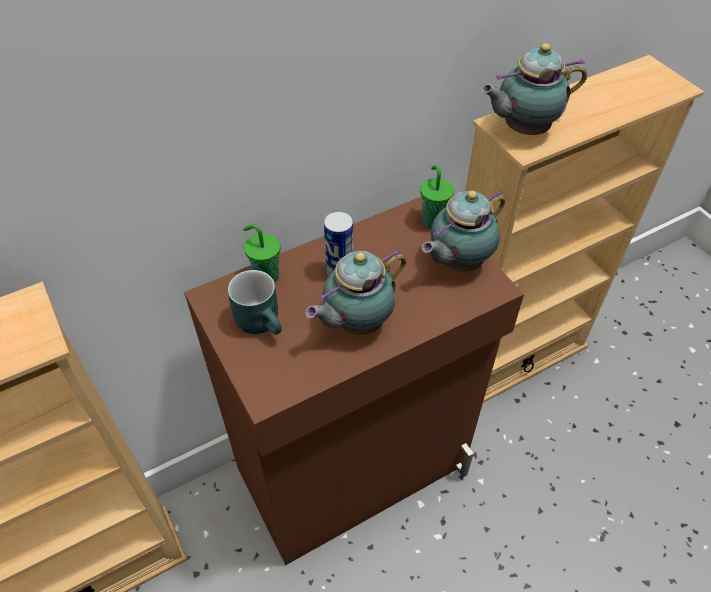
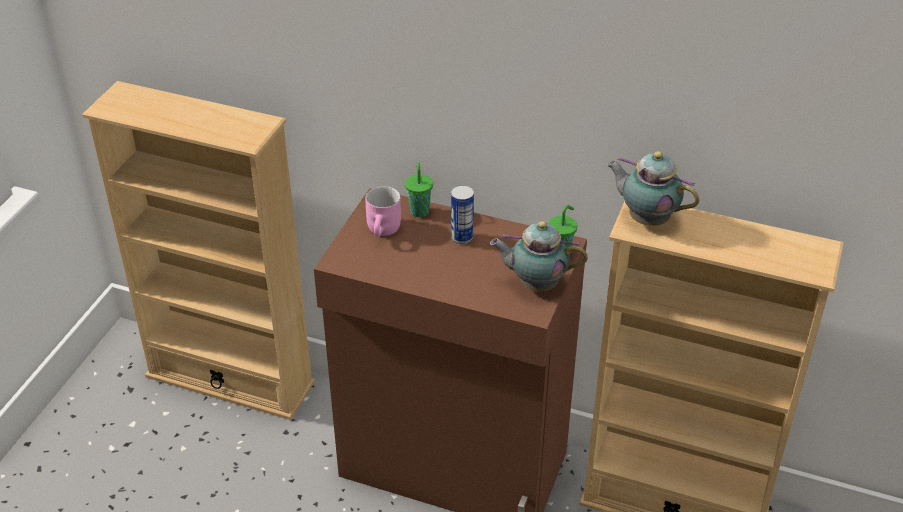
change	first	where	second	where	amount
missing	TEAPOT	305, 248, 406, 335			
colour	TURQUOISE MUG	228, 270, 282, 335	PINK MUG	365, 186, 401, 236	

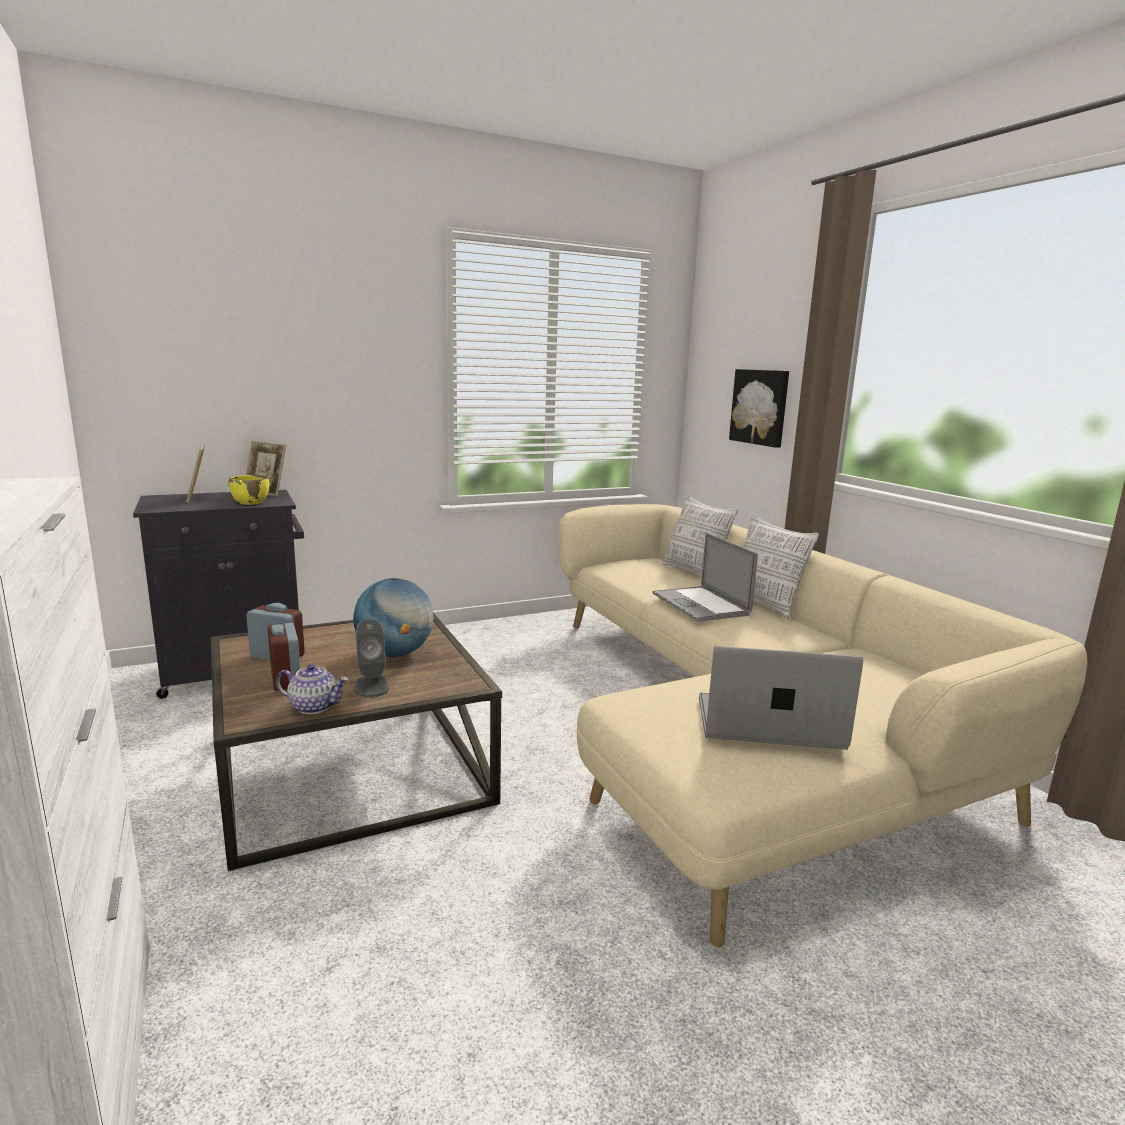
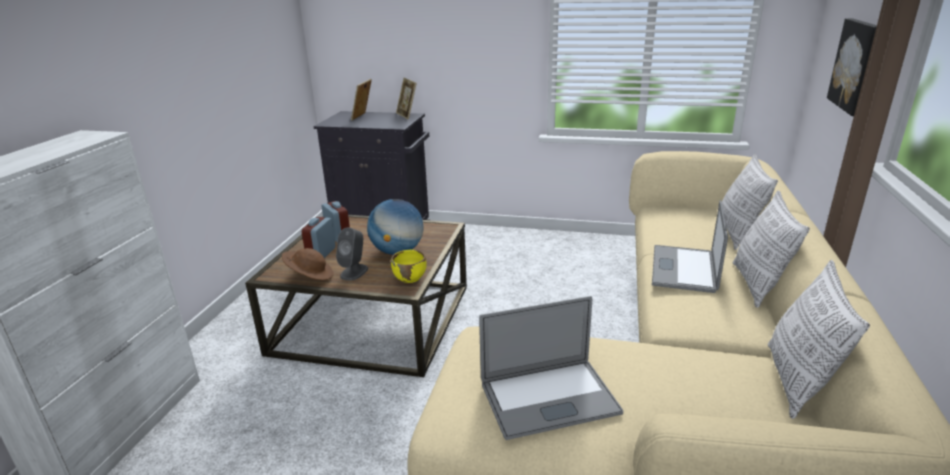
change	first	where	second	where	amount
relocated	YELLOW BOWL	229, 475, 269, 505		391, 250, 427, 283	
spun	LAPTOP	699, 646, 863, 750		479, 296, 623, 440	120 degrees clockwise
exchanged	TEAPOT	276, 664, 349, 714	BROWN HAT	282, 248, 334, 280	
appeared			PILLOW	768, 260, 870, 419	

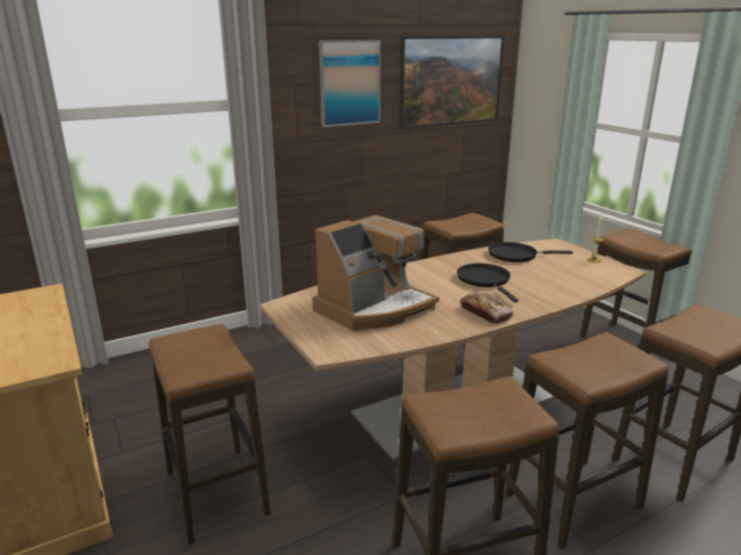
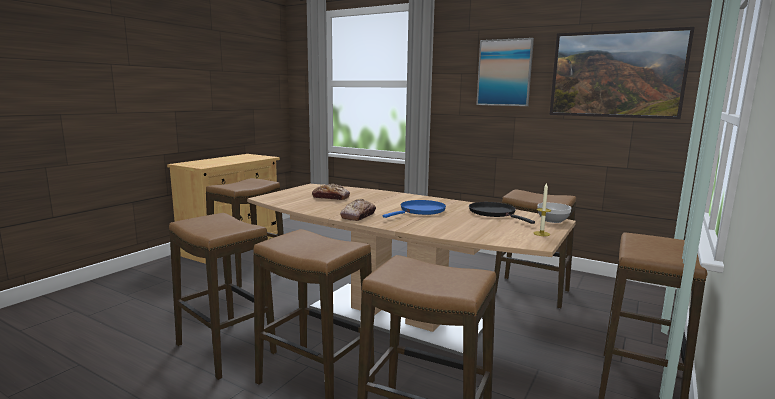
change	first	where	second	where	amount
exchanged	COFFEE MACHINE	312, 215, 439, 330	BREAD	312, 184, 350, 200	
colour	BLACK FRYING PAN	457, 263, 518, 302	BLUE FRYING PAN	383, 200, 446, 218	
appeared			BOWL	538, 203, 571, 223	

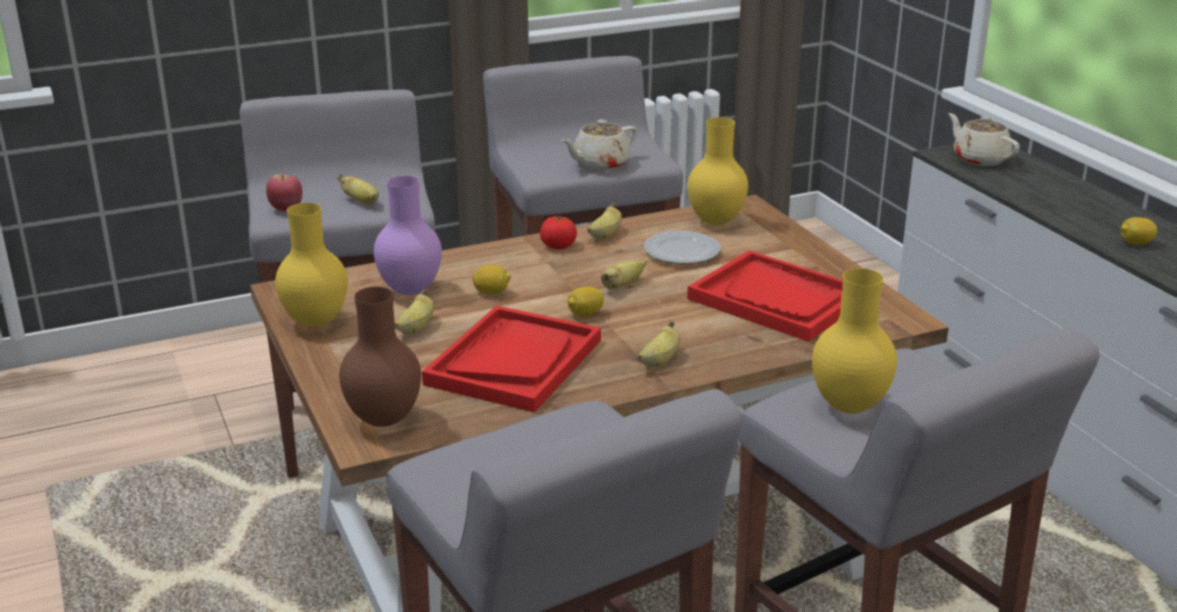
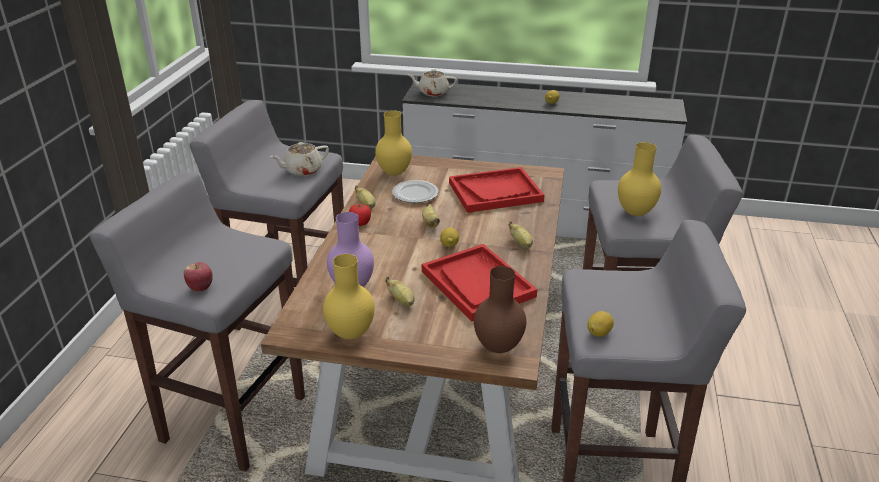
change	first	where	second	where	amount
spun	BEIGE TEAPOT	561, 120, 637, 171		270, 142, 329, 176	60 degrees clockwise
missing	BANANA	338, 174, 379, 205			
relocated	LEMON	472, 265, 511, 295		587, 311, 614, 337	

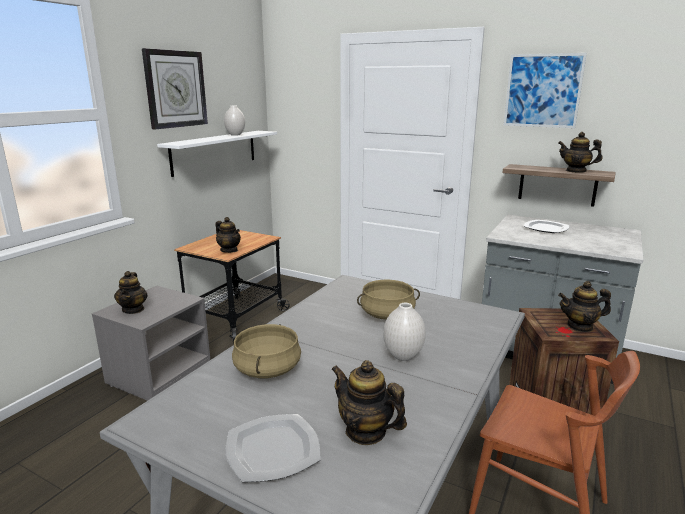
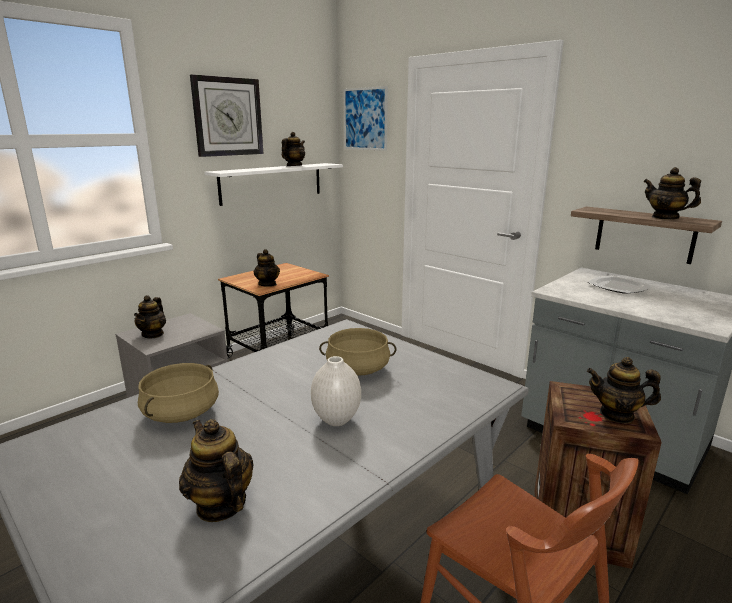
change	first	where	second	where	amount
relocated	PICTURE	504, 53, 587, 128		344, 86, 388, 151	
exchanged	WHITE VASE	224, 106, 245, 136	TEAPOT	282, 132, 305, 166	
missing	PLATE	226, 414, 320, 482			

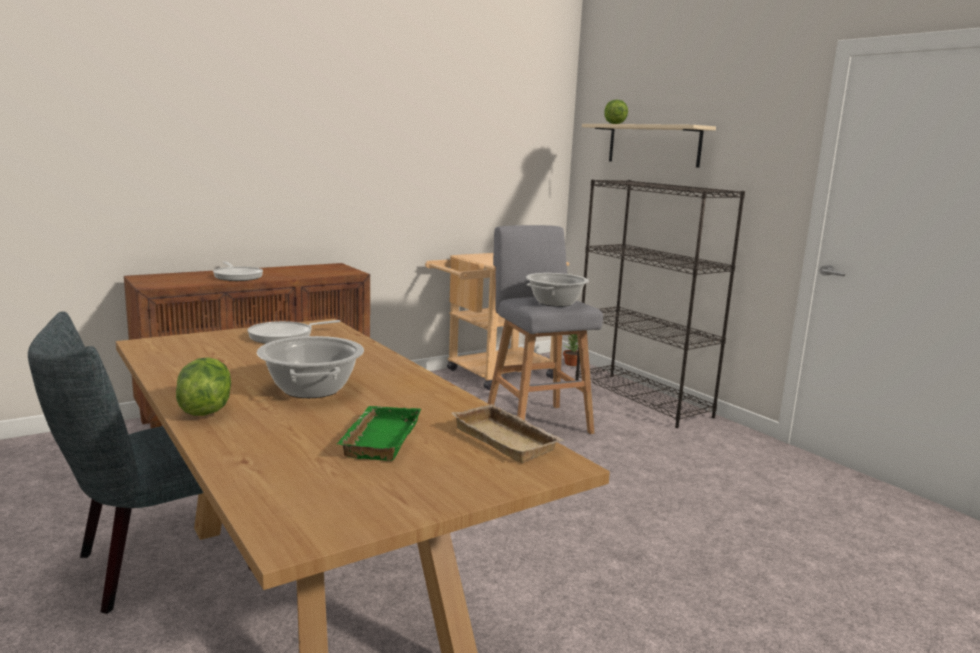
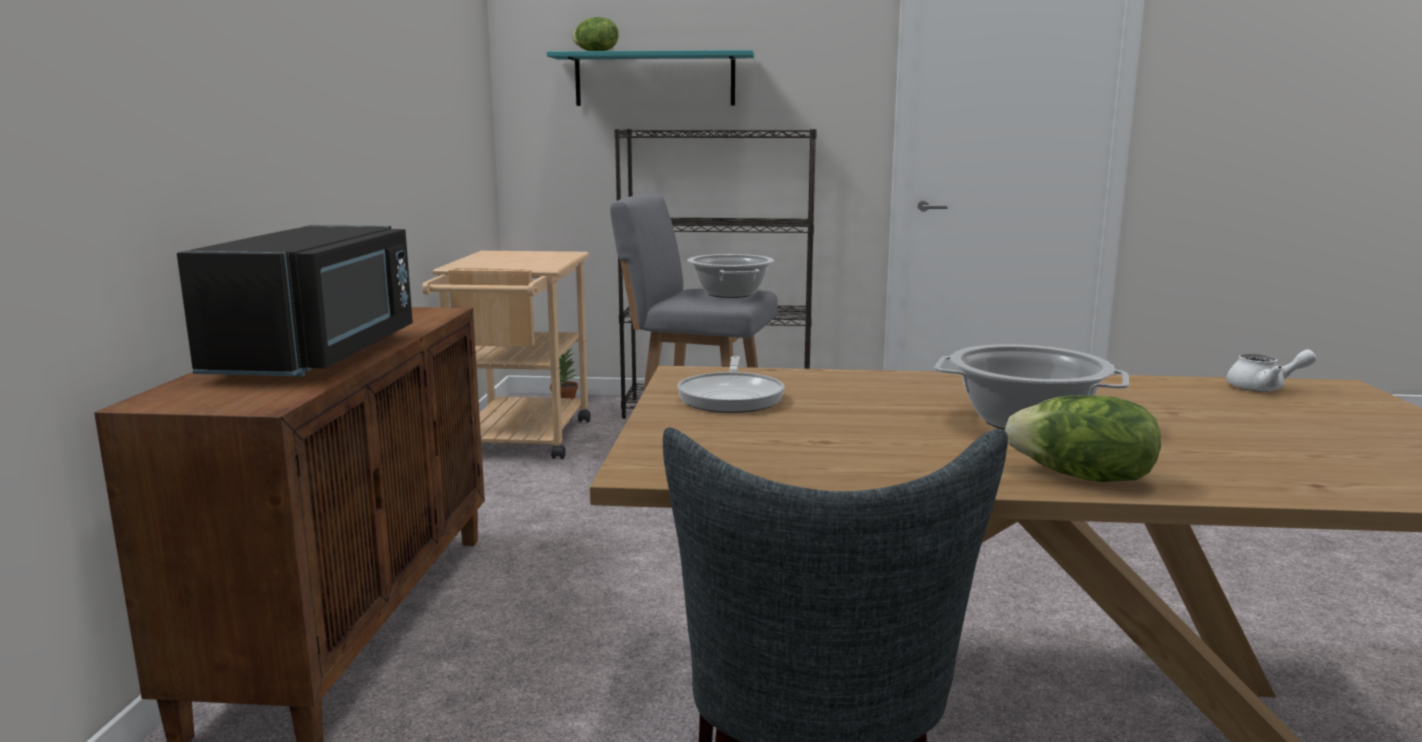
change	first	where	second	where	amount
colour	BEIGE SHELF	582, 124, 716, 168	TURQUOISE SHELF	547, 50, 754, 106	
exchanged	FRYING PAN	213, 261, 263, 281	BLACK MICROWAVE	177, 225, 413, 377	
exchanged	BEIGE TRAY	451, 404, 564, 463	WHITE TEAPOT	1226, 350, 1317, 392	
missing	GREEN TRAY	337, 406, 421, 461			

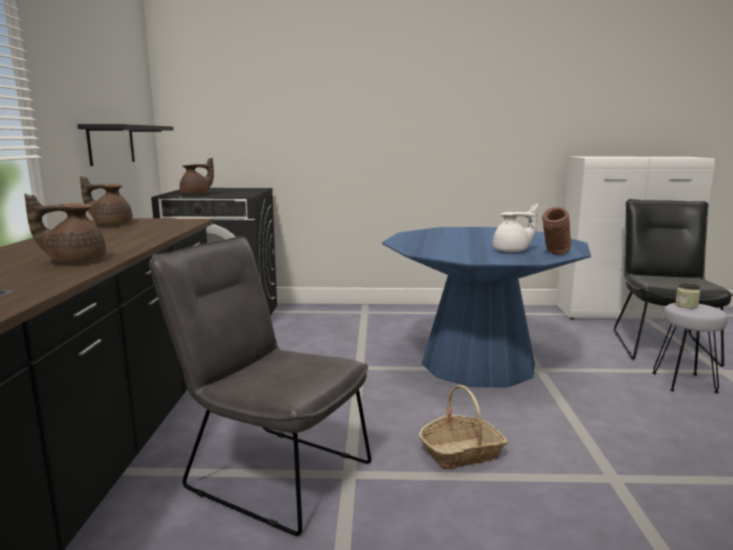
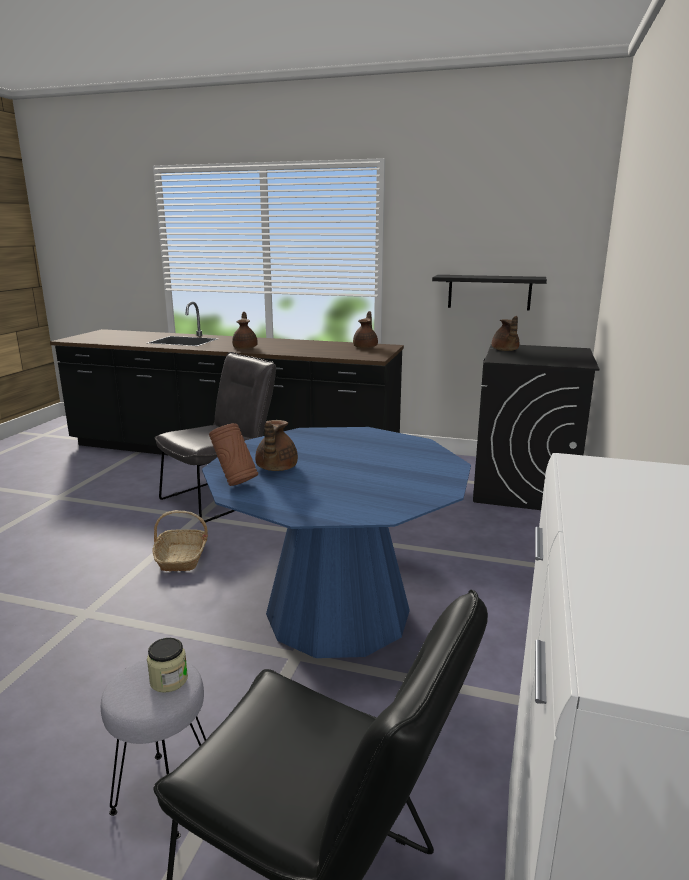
change	first	where	second	where	amount
colour	WHITE TEAPOT	493, 204, 538, 252	BROWN TEAPOT	255, 420, 298, 471	

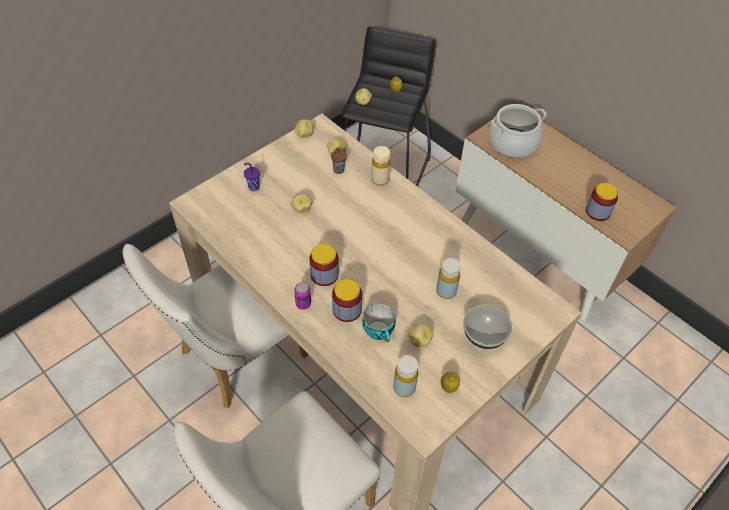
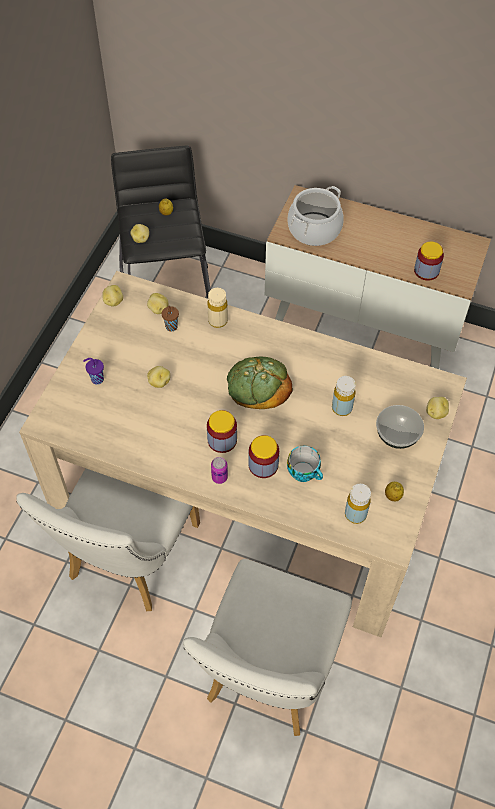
change	first	where	second	where	amount
relocated	POTATO	409, 324, 434, 347		426, 397, 449, 419	
appeared			BREAD	227, 356, 293, 409	

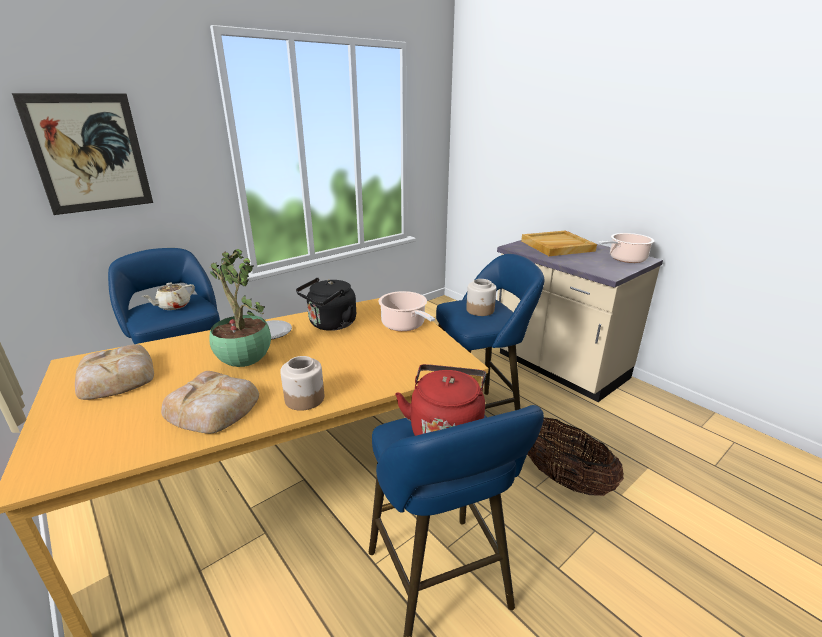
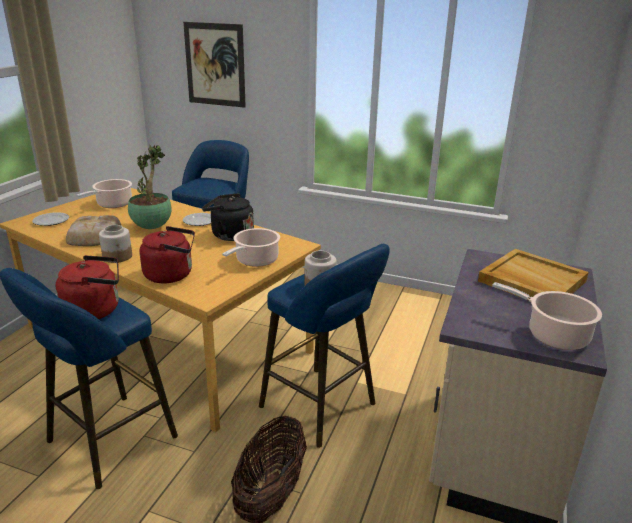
change	first	where	second	where	amount
missing	BEIGE TEAPOT	142, 283, 195, 310			
exchanged	BREAD	75, 344, 154, 400	COOKING POT	77, 179, 132, 208	
appeared			PLATE	32, 212, 69, 226	
appeared			RED KETTLE	139, 226, 195, 283	

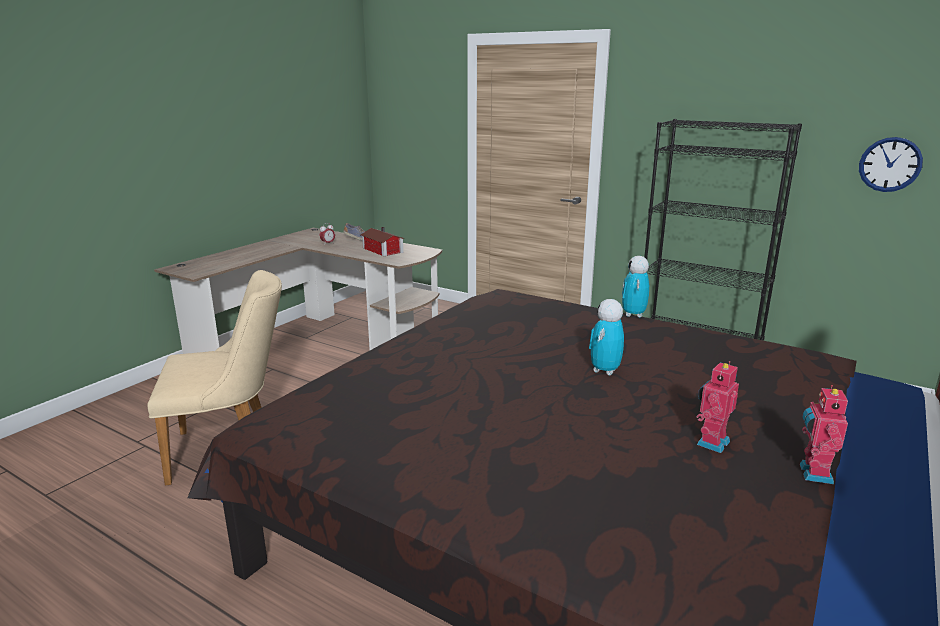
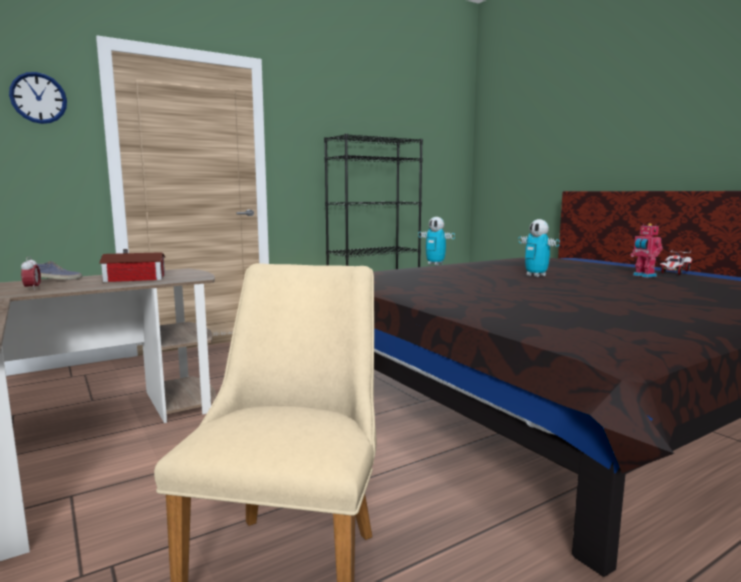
change	first	where	second	where	amount
relocated	WALL CLOCK	859, 137, 923, 192		9, 72, 67, 124	
exchanged	TOY ROBOT	800, 385, 848, 484	TOY CAR	660, 249, 692, 275	

